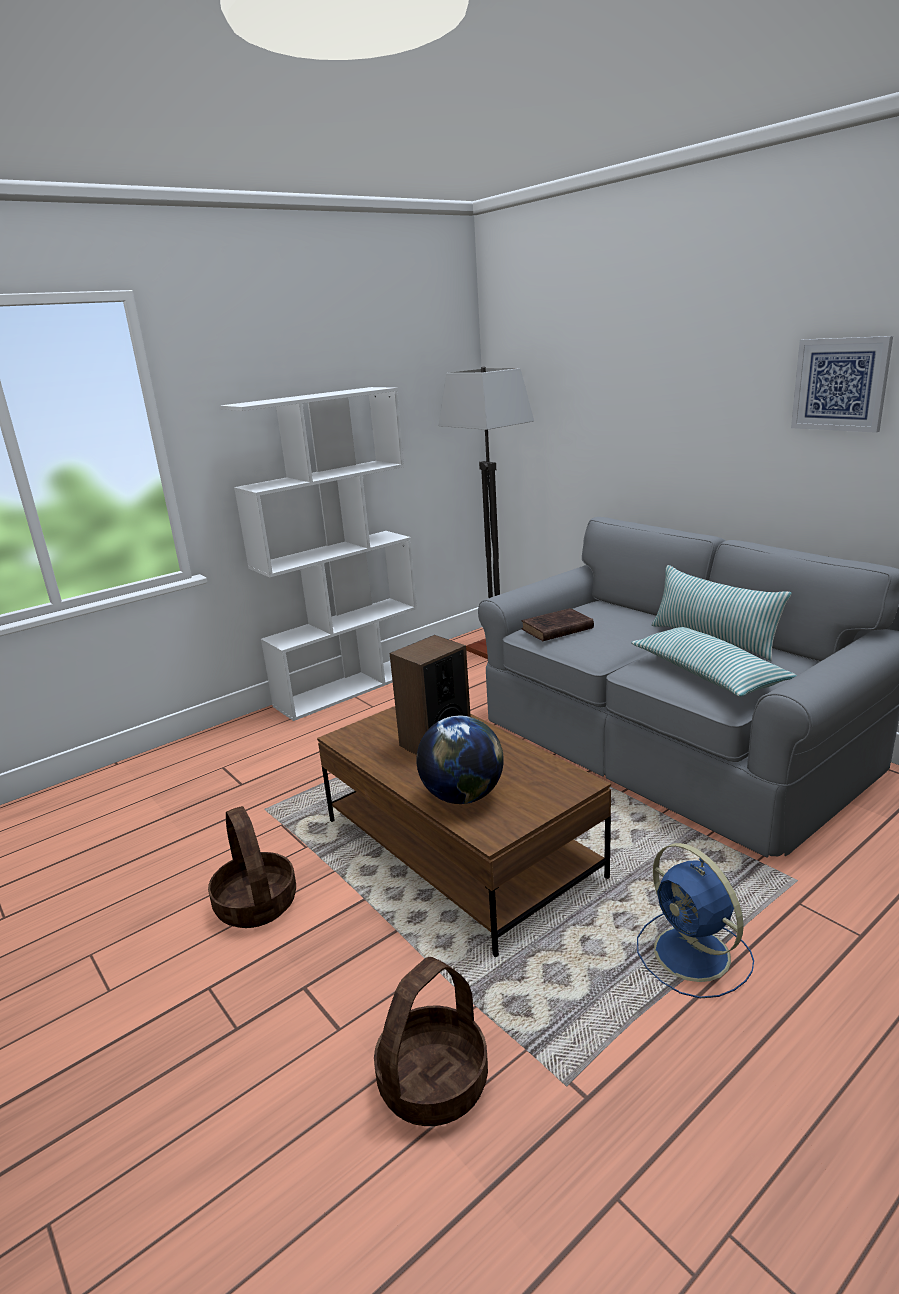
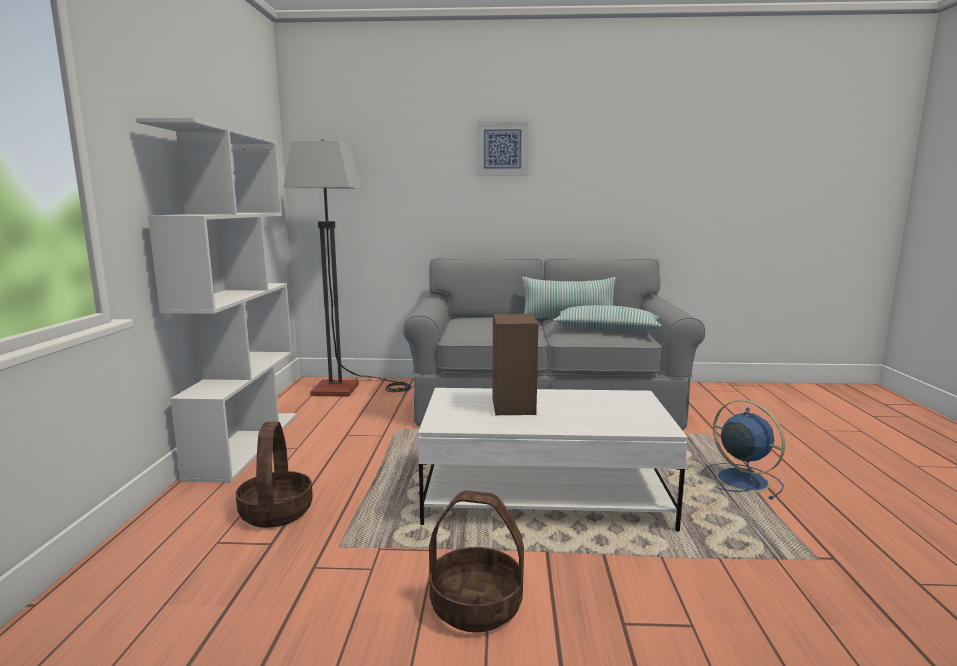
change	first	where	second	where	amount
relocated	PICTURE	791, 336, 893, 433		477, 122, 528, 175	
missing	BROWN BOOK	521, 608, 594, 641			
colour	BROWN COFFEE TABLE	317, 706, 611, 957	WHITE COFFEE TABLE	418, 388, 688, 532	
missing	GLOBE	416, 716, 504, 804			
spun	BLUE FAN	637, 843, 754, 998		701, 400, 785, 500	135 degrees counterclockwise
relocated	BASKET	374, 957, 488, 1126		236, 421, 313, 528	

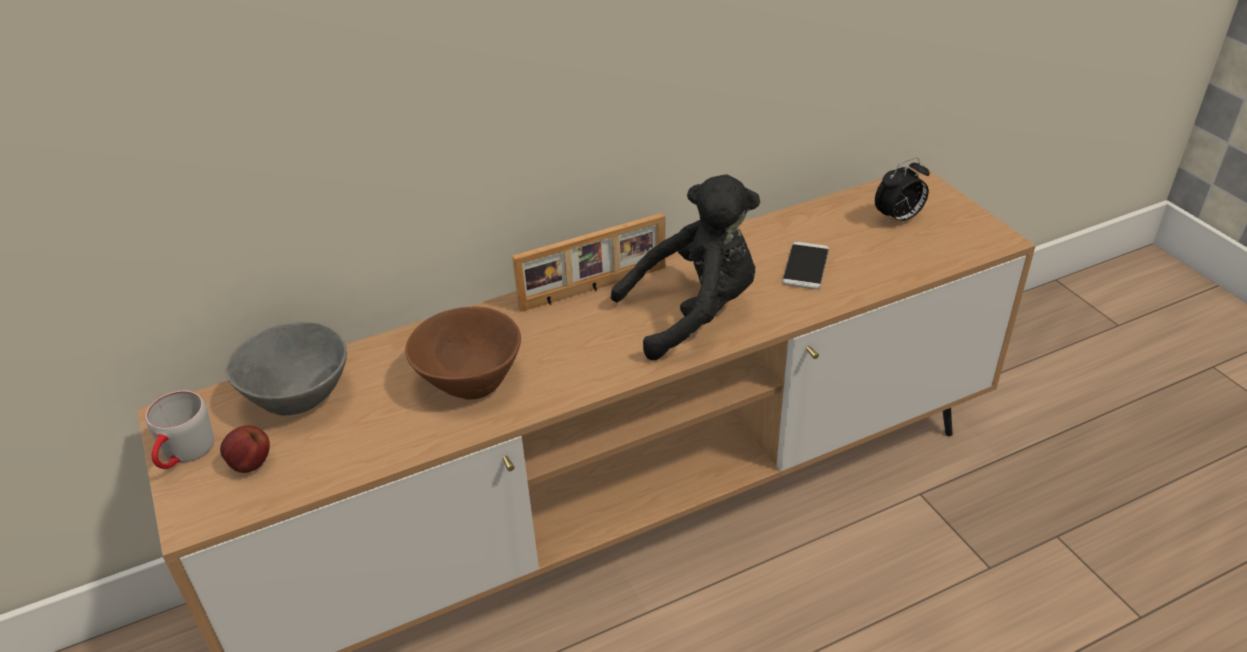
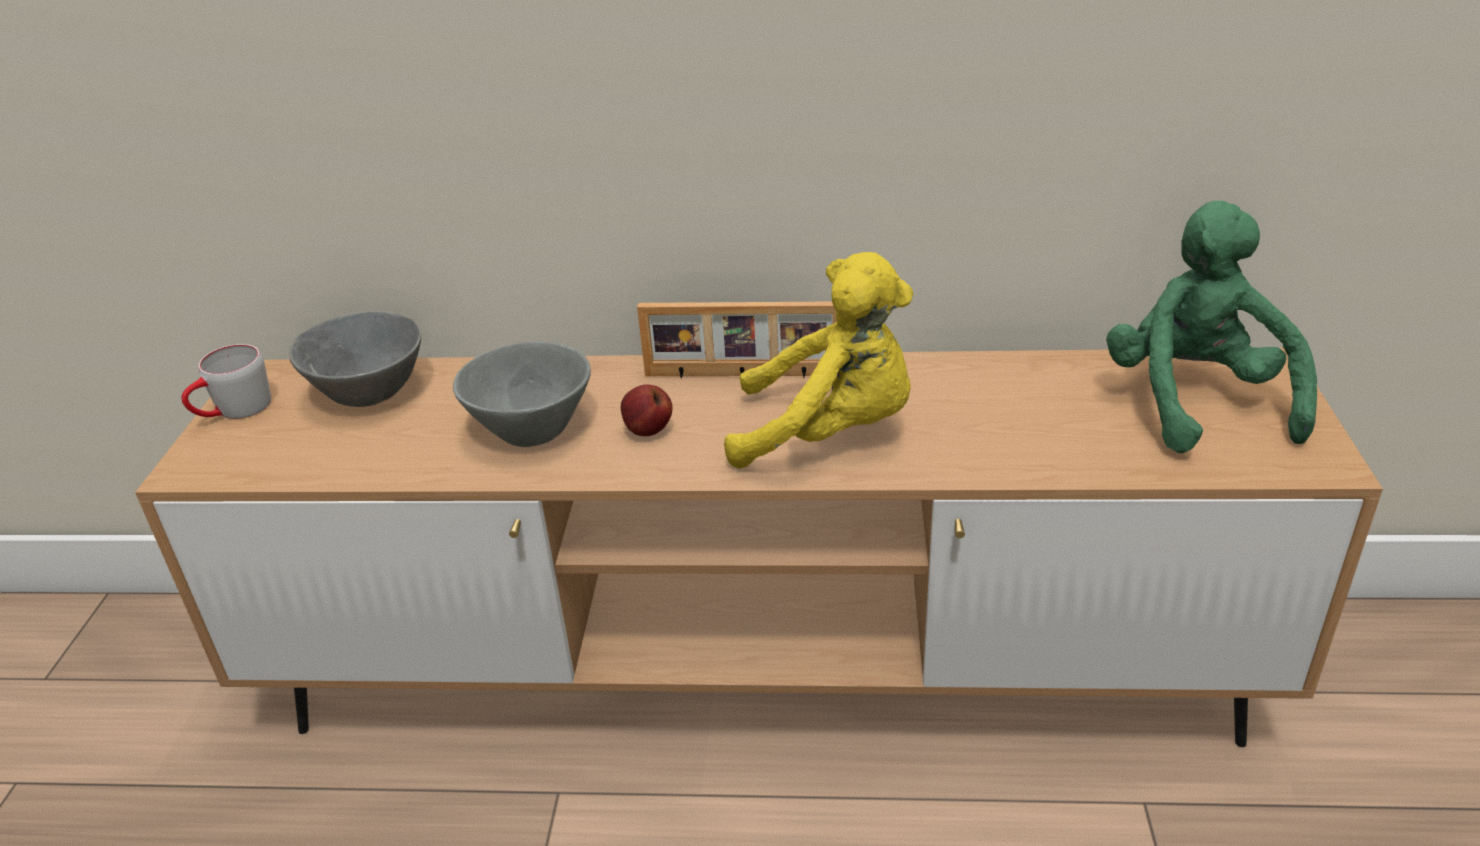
change	first	where	second	where	amount
exchanged	ALARM CLOCK	875, 158, 930, 225	GREEN PLUSH TOY	1106, 201, 1317, 453	
colour	BLACK PLUSH TOY	611, 174, 760, 360	YELLOW PLUSH TOY	724, 252, 913, 469	
missing	PHONE	782, 242, 829, 289			
colour	BROWN BOWL	405, 306, 521, 400	GREY BOWL	453, 342, 591, 447	
relocated	APPLE	220, 425, 270, 473		621, 384, 672, 436	

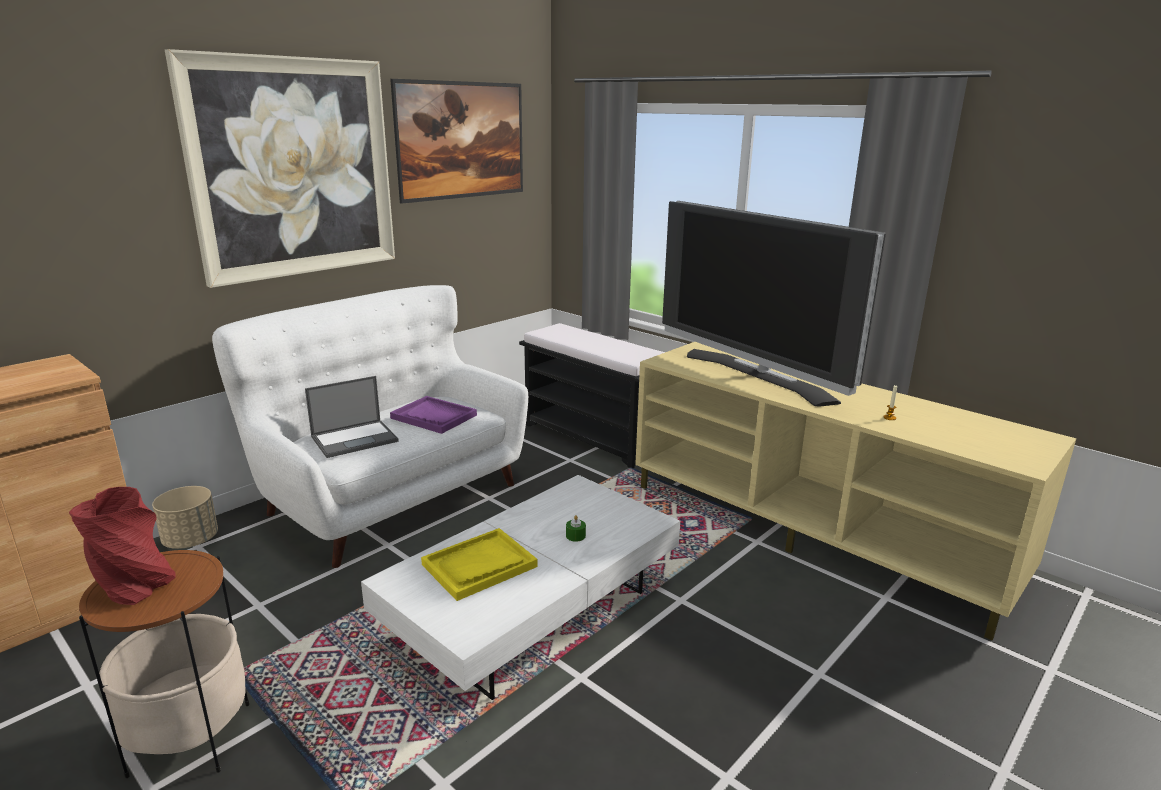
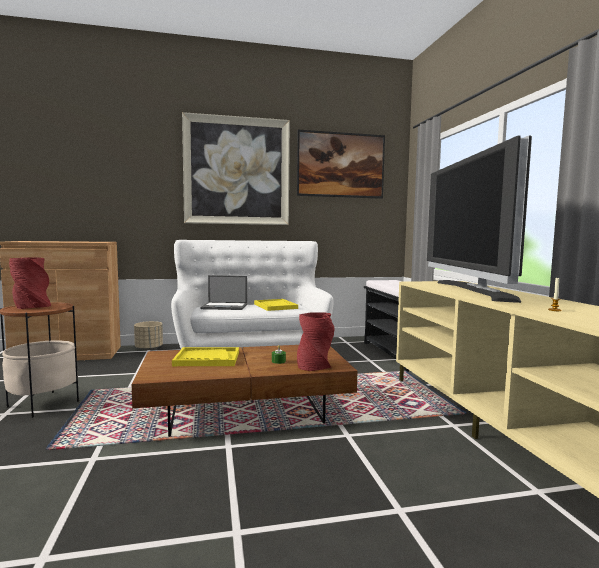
change	first	where	second	where	amount
colour	PURPLE TRAY	390, 396, 477, 434	YELLOW TRAY	254, 299, 298, 311	
colour	WHITE COFFEE TABLE	361, 475, 680, 700	BROWN COFFEE TABLE	132, 345, 358, 437	
appeared			RED VASE	297, 312, 335, 371	

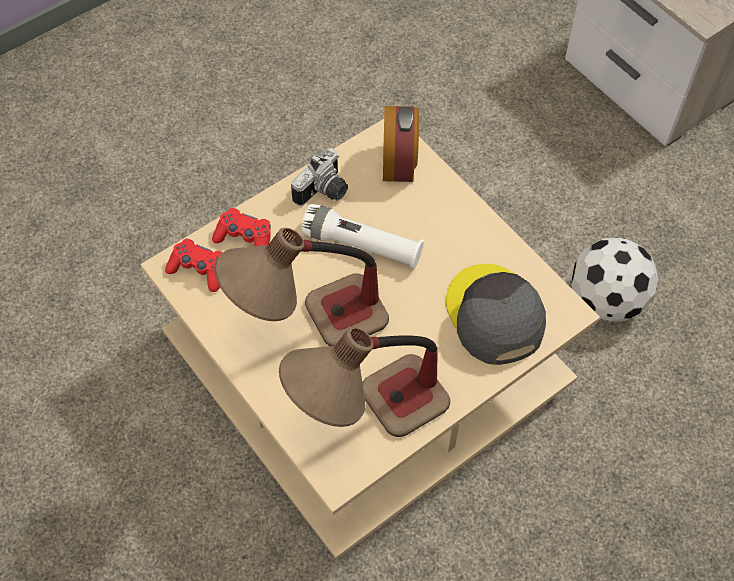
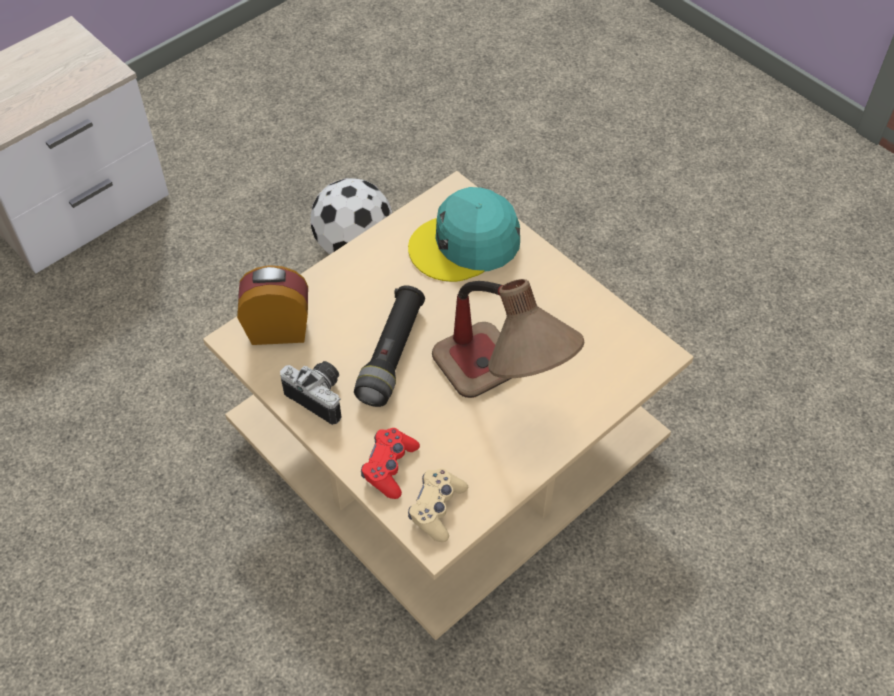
change	first	where	second	where	amount
colour	WHITE FLASHLIGHT	301, 204, 424, 268	BLACK FLASHLIGHT	354, 285, 425, 407	
colour	RED GAME CONTROLLER	165, 239, 223, 292	BEIGE GAME CONTROLLER	408, 468, 468, 542	
colour	GREY CAP	446, 264, 546, 365	TURQUOISE CAP	408, 187, 520, 282	
missing	TABLE LAMP	279, 327, 450, 437			

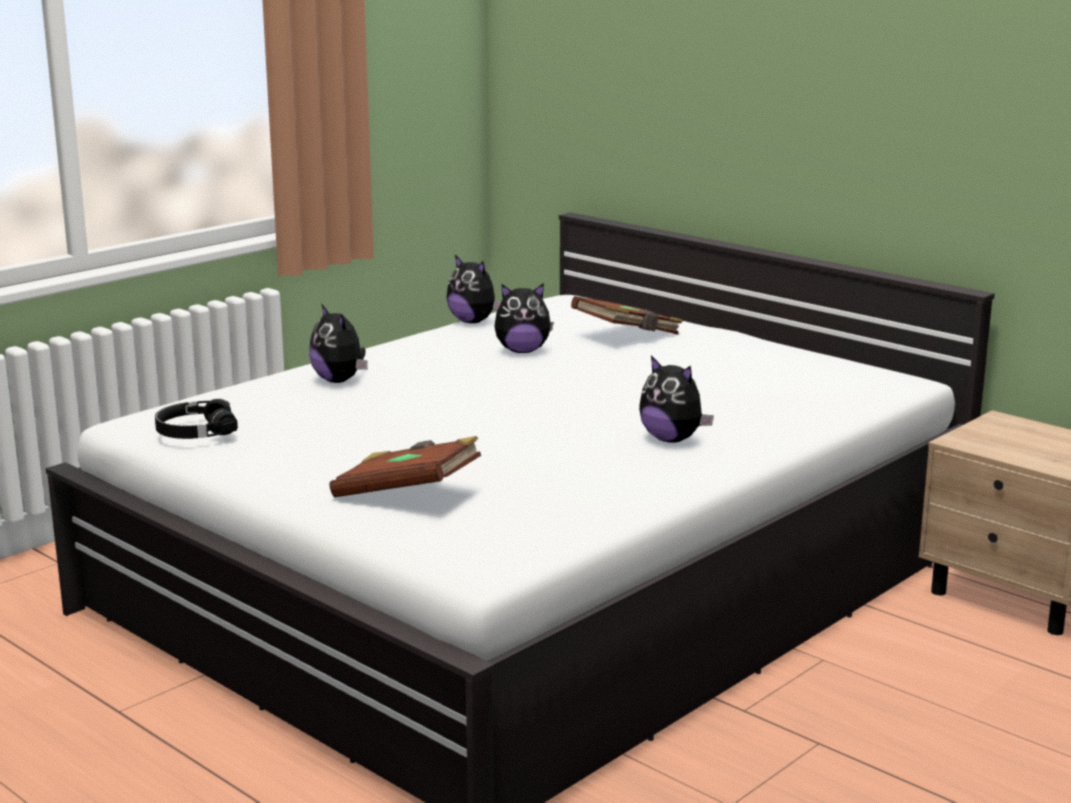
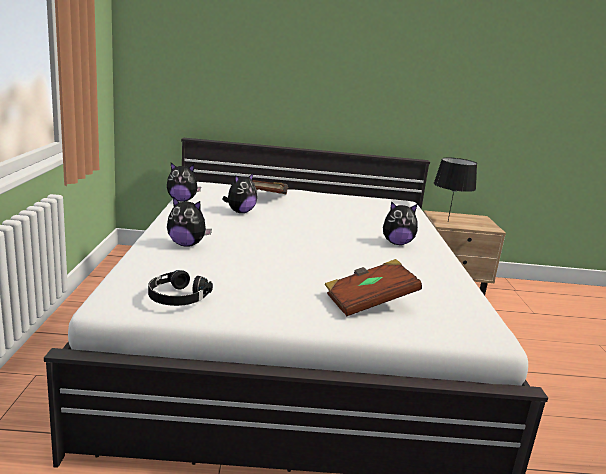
change	first	where	second	where	amount
appeared			BLACK TABLE LAMP	434, 158, 477, 221	

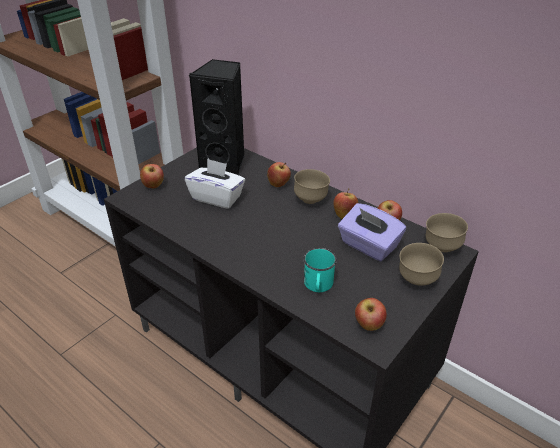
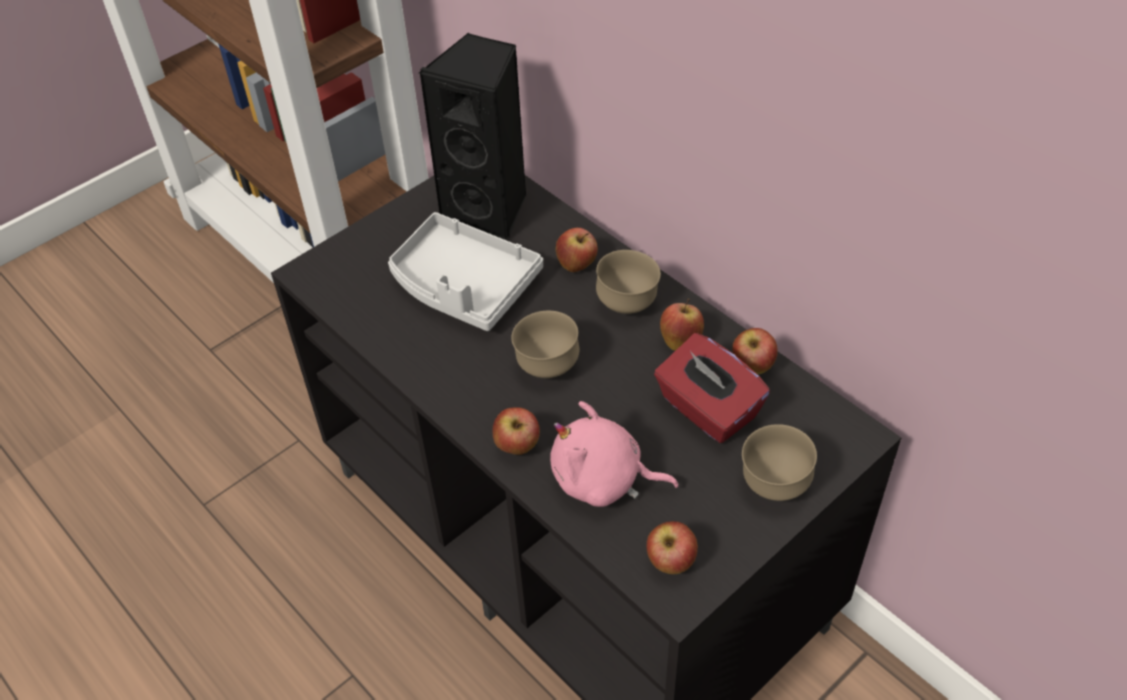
change	first	where	second	where	amount
exchanged	WHITE TISSUE BOX	185, 158, 245, 209	GREY TRAY	388, 212, 543, 331	
relocated	APPLE	140, 164, 164, 188		492, 407, 540, 455	
colour	PURPLE TISSUE BOX	338, 203, 406, 261	RED TISSUE BOX	654, 333, 770, 443	
relocated	BROWN BOWL	426, 213, 468, 252		511, 311, 579, 378	
exchanged	TURQUOISE MUG	303, 248, 337, 292	PINK PLUSH TOY	550, 401, 679, 507	

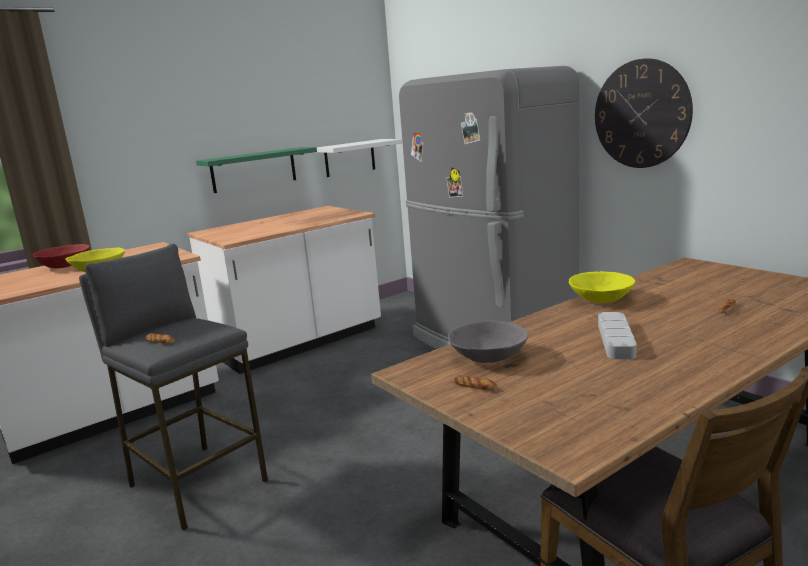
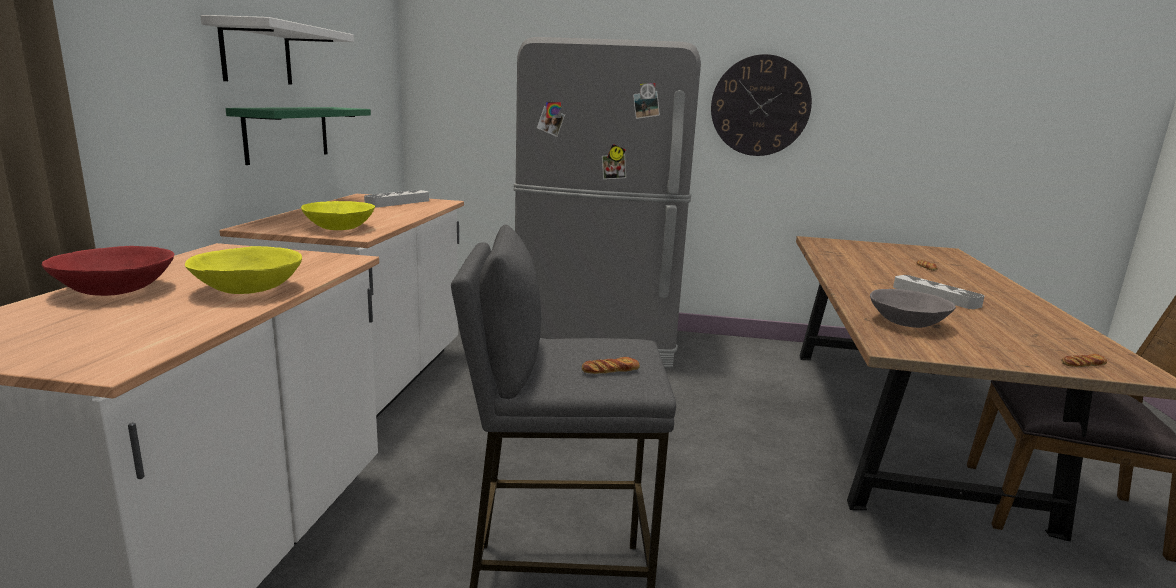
change	first	where	second	where	amount
relocated	WHITE SHELF	316, 139, 402, 177		201, 15, 354, 85	
relocated	YELLOW BOWL	569, 271, 635, 303		301, 201, 375, 230	
relocated	BREAD	454, 375, 497, 391		1061, 354, 1107, 367	
appeared			GREY TRAY	364, 190, 429, 208	

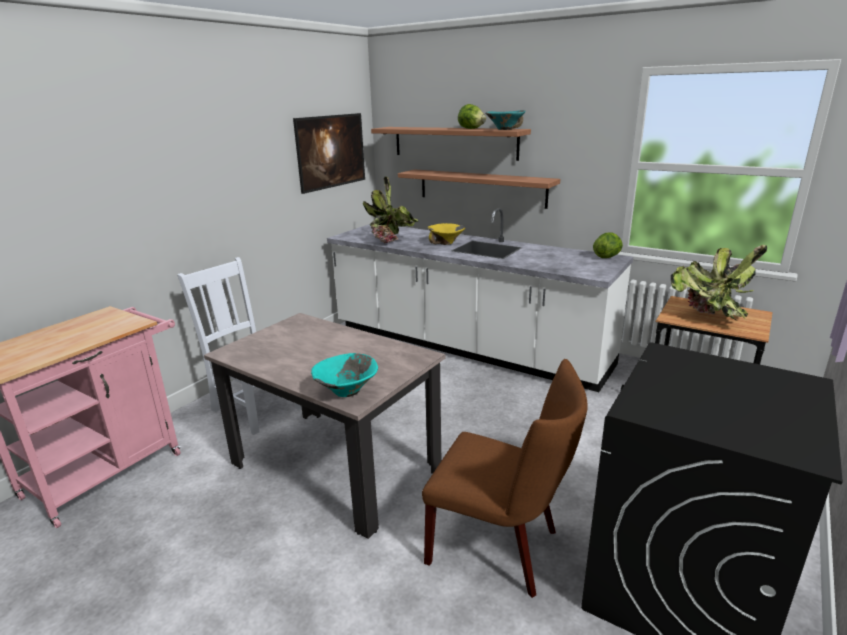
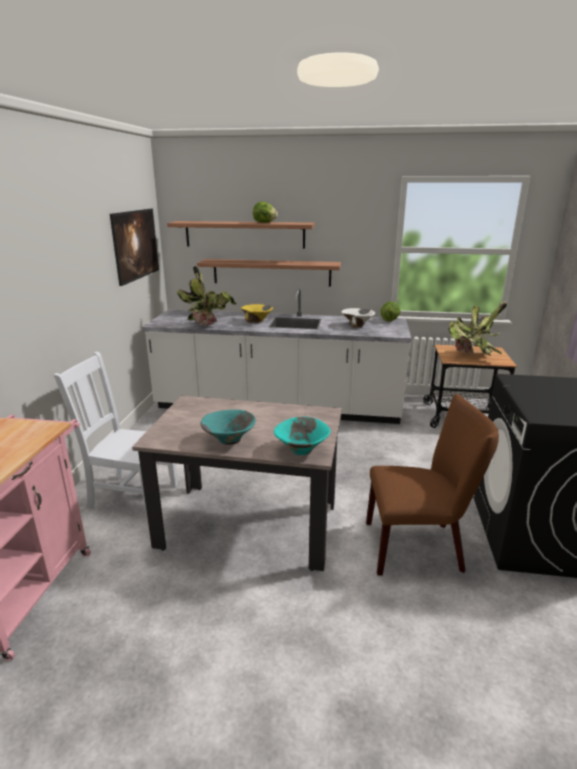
change	first	where	second	where	amount
relocated	TURQUOISE BOWL	485, 110, 526, 130		200, 410, 256, 445	
appeared			WHITE BOWL	341, 308, 375, 328	

